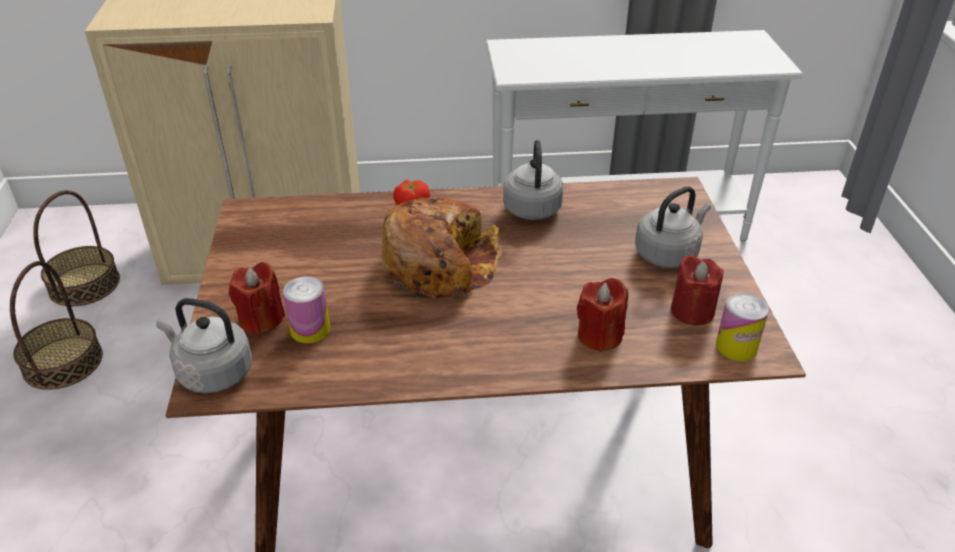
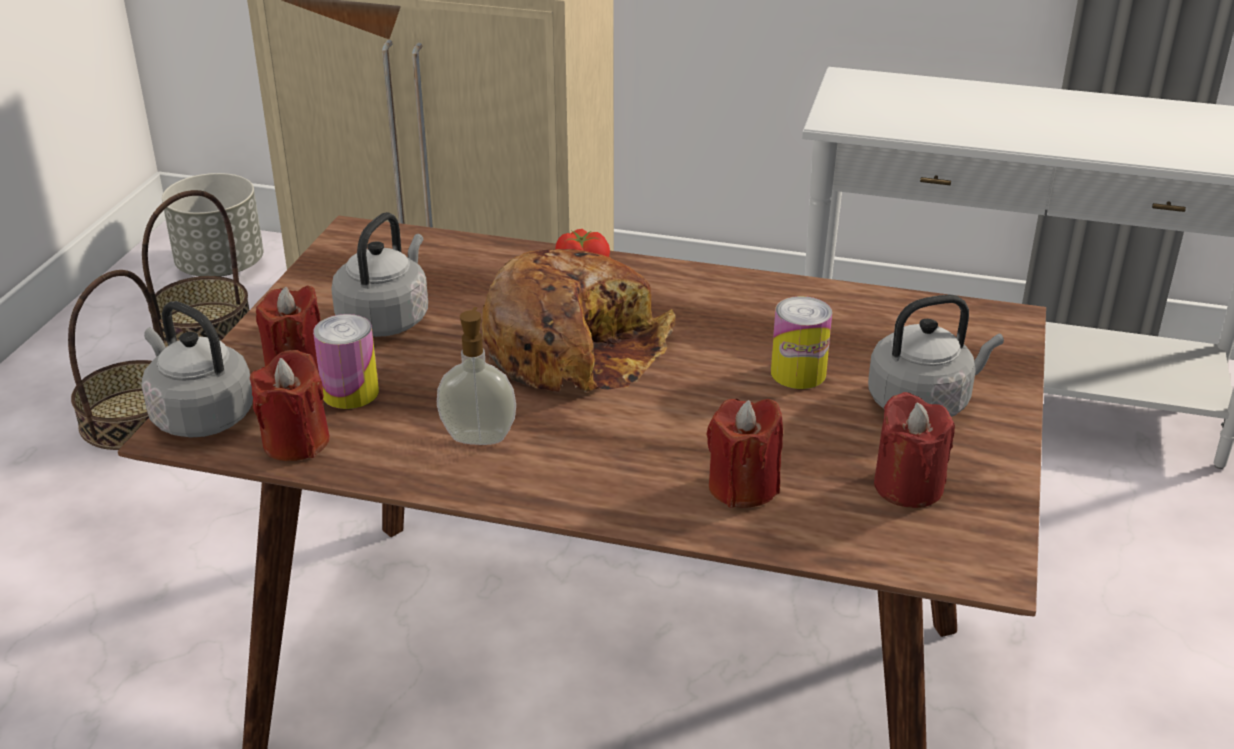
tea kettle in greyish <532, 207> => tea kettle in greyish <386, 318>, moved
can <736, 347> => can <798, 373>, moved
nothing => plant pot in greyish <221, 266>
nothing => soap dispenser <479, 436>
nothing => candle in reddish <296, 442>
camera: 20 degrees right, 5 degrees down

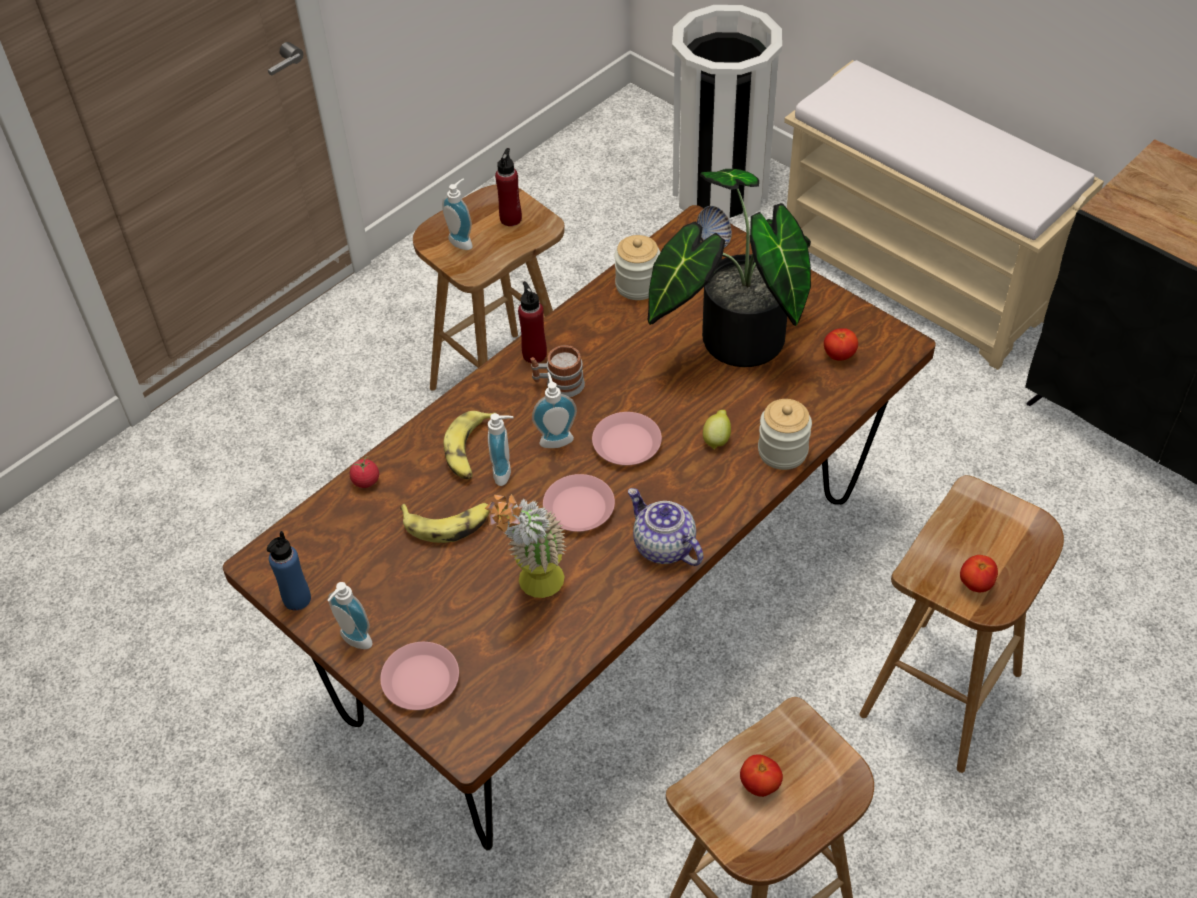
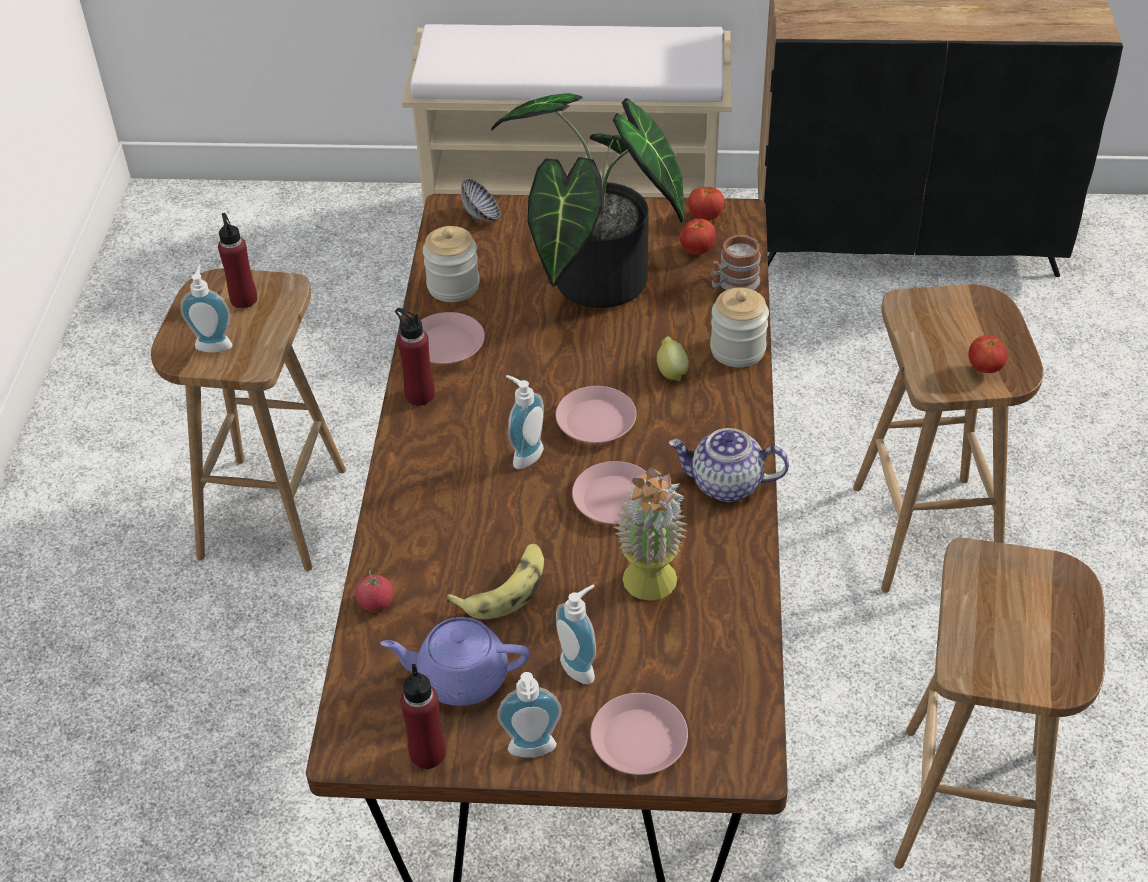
rubbish bin in whitish <720, 190> => nothing
mug <558, 384> => mug <733, 284>, moved
banana <470, 450> => nothing
soap dispenser <506, 472> => soap dispenser <581, 666>, moved
bottle in blue-coloured <297, 599> => bottle in reddish <427, 754>
tomato <760, 784> => tomato <705, 217>, moved
nothing => plate in pink-coloured <446, 344>
nothing => pot for tea in purple <460, 677>
camera: 40 degrees left, 5 degrees down

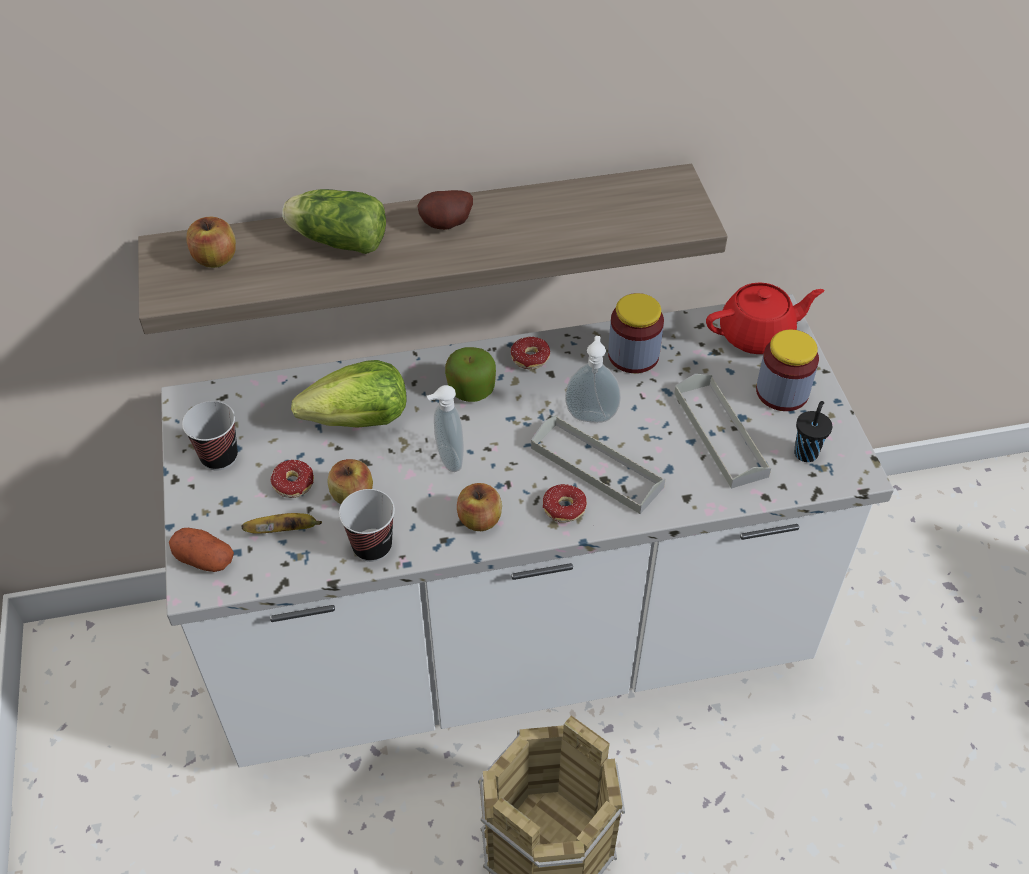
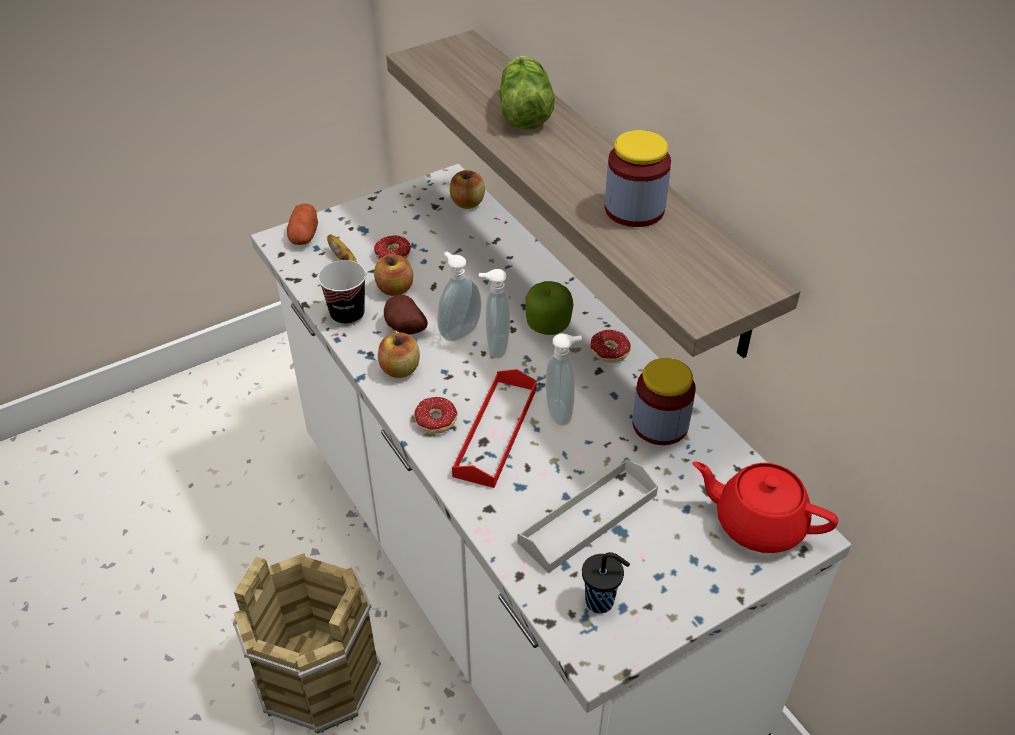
spud <448, 226> => spud <404, 329>, moved
whole apple <215, 259> => whole apple <467, 203>, moved
pot for tea in reddish <757, 335> => pot for tea in reddish <757, 523>, 150 degrees clockwise
jar <782, 392> => jar <634, 209>, moved
lettuce head <360, 420> => nothing
small cup <219, 457> => nothing
serving tray in greyish <596, 467> => serving tray in reddish <496, 431>
nothing => soap dispenser <495, 347>
camera: 70 degrees right, 5 degrees down

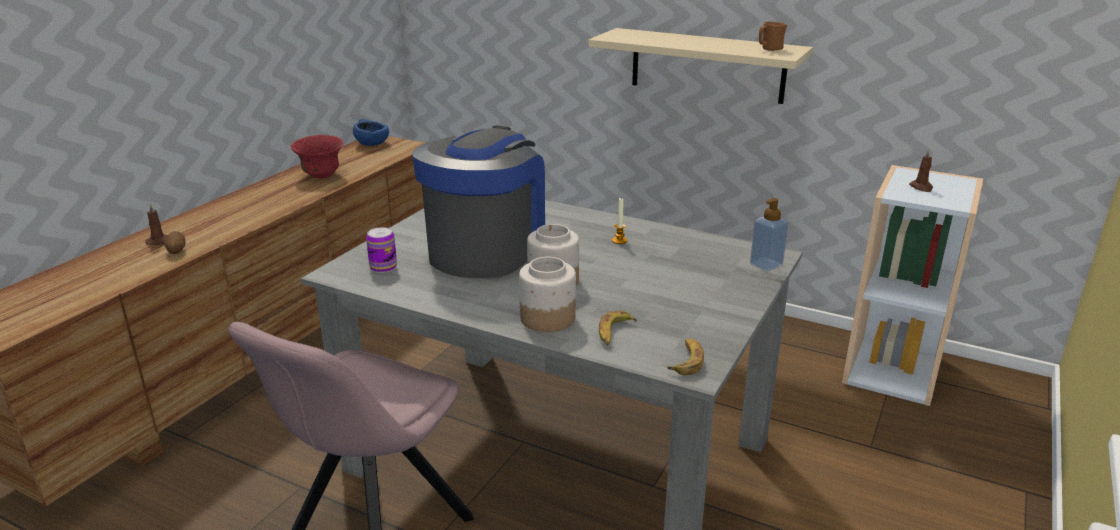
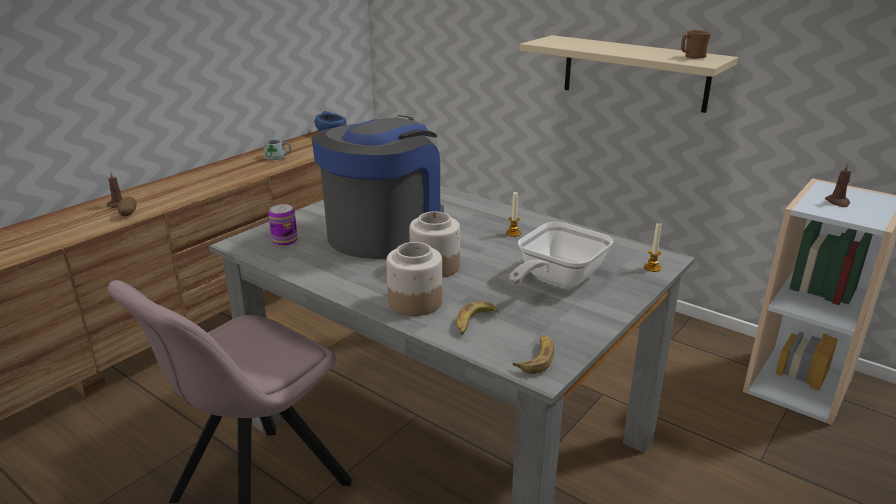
deep dish in reddish <321, 175> => mug in greyish <277, 158>
soap dispenser <766, 265> => candle <652, 268>
nothing => pan <556, 280>
camera: 10 degrees right, 0 degrees up

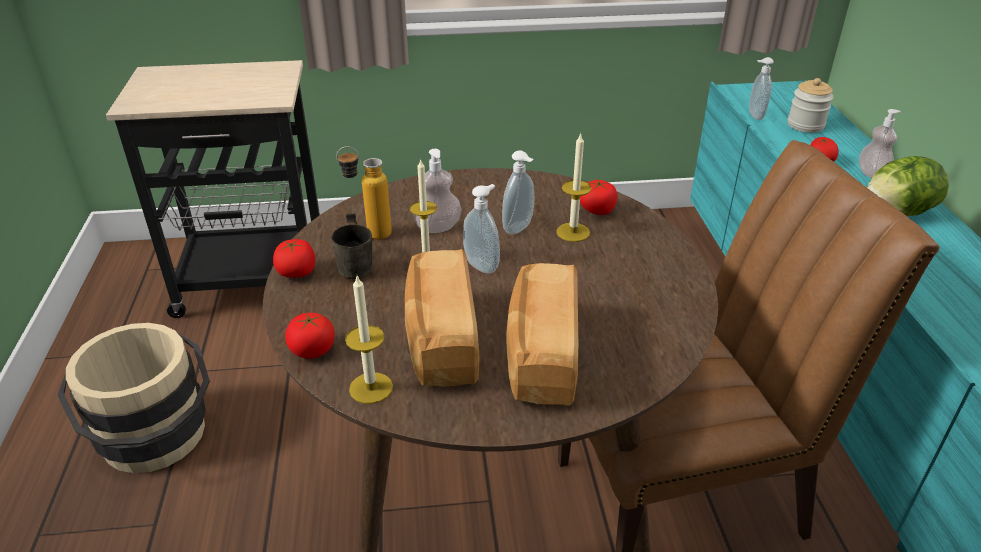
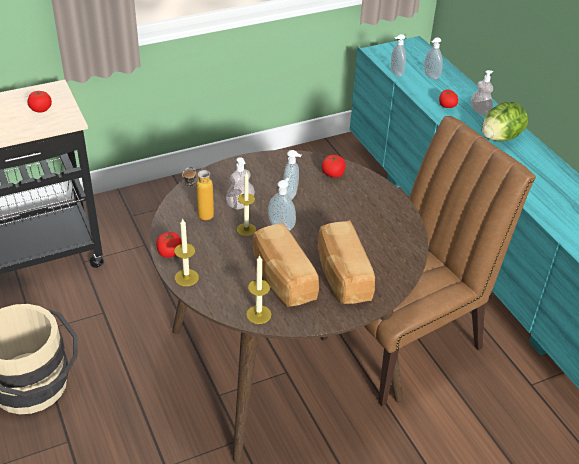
jar <805, 125> => soap dispenser <430, 76>
candle <573, 232> => candle <186, 277>, moved
mug in greyish <359, 266> => nothing
tomato <312, 350> => tomato <41, 109>, moved
camera: 20 degrees left, 5 degrees up

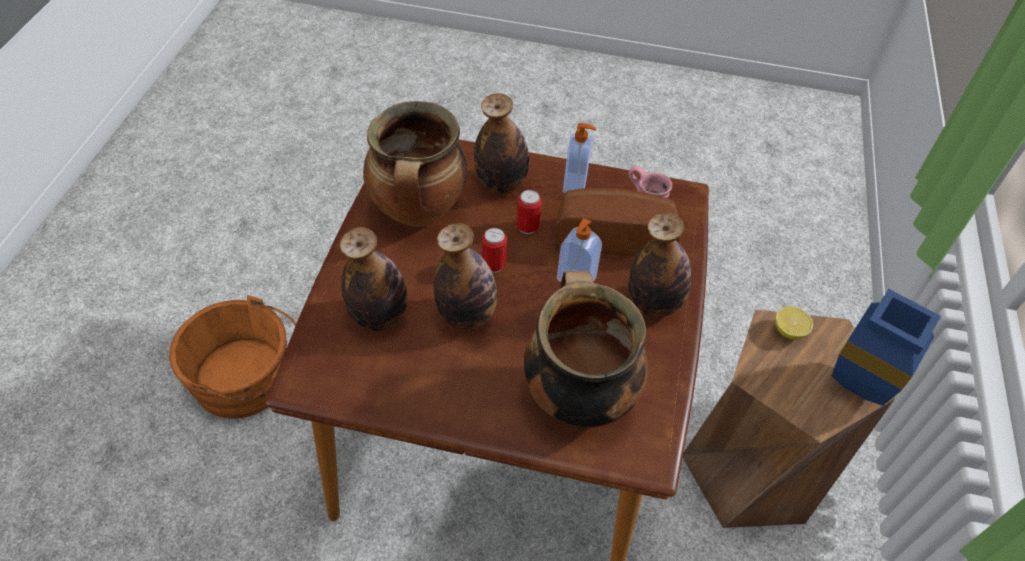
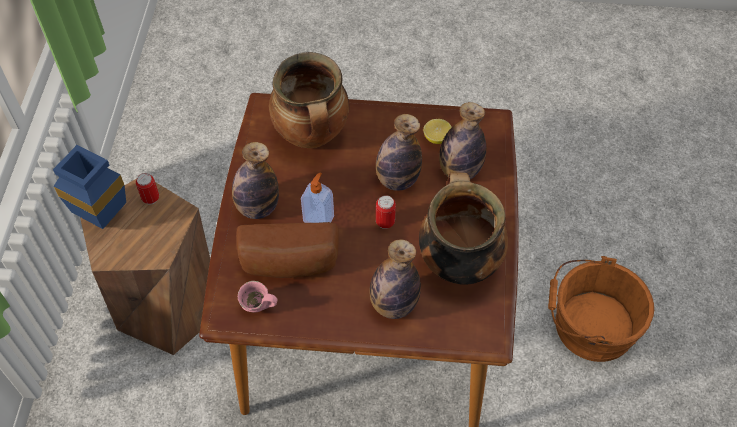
soap dispenser <576, 184> => nothing
can <527, 227> => can <151, 198>, moved
lemon <789, 331> => lemon <437, 138>, moved
camera: 175 degrees right, 5 degrees up

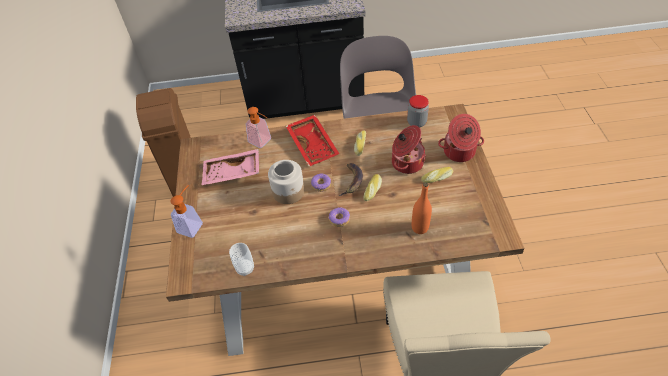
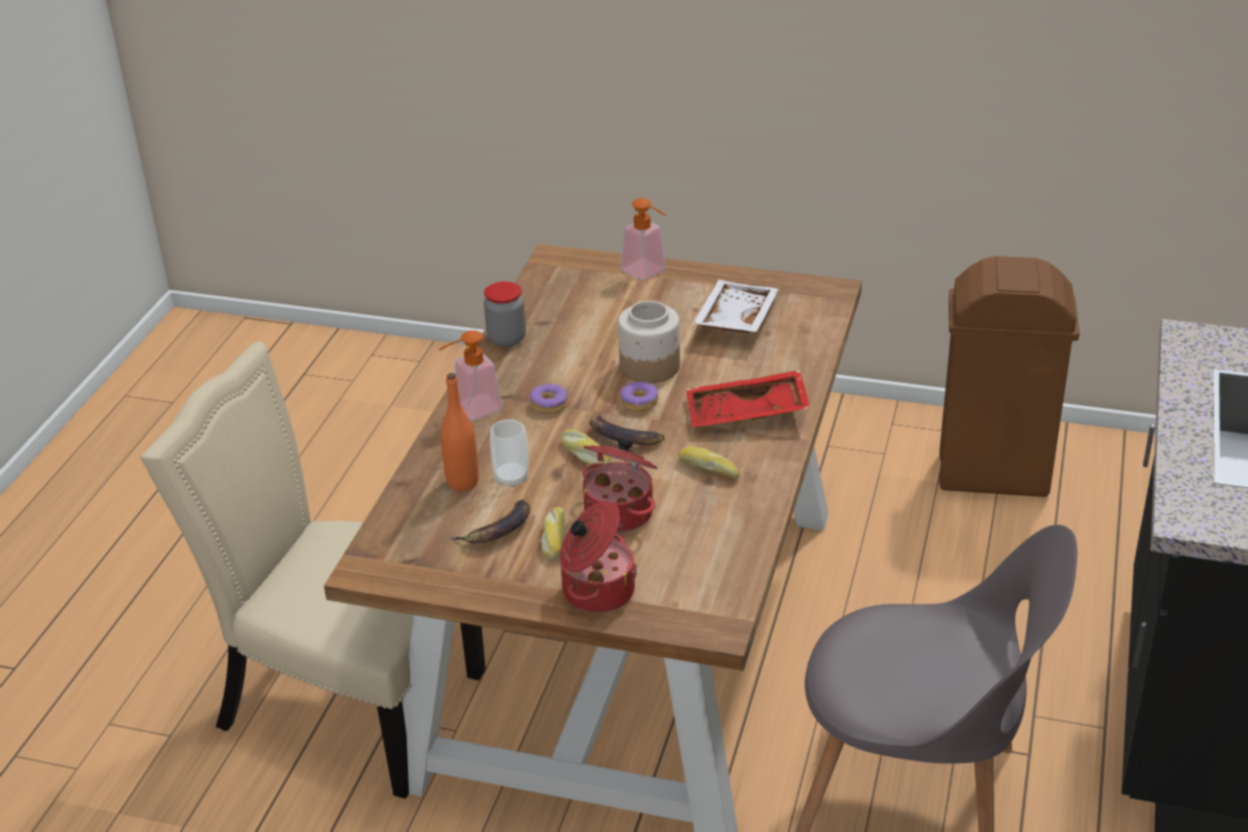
jar <416, 122> => jar <506, 339>, moved
soap dispenser <263, 142> => soap dispenser <471, 411>, moved
serving tray in pink-coloured <232, 173> => serving tray in whitish <734, 319>
small cup <245, 268> => small cup <511, 478>, moved
nothing => banana <498, 530>
camera: 110 degrees right, 15 degrees down

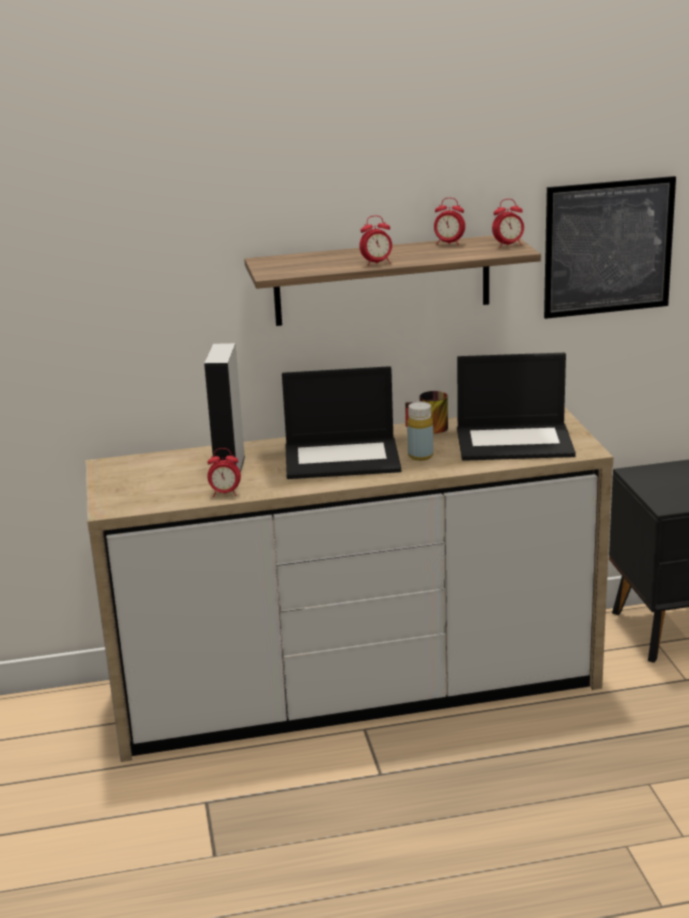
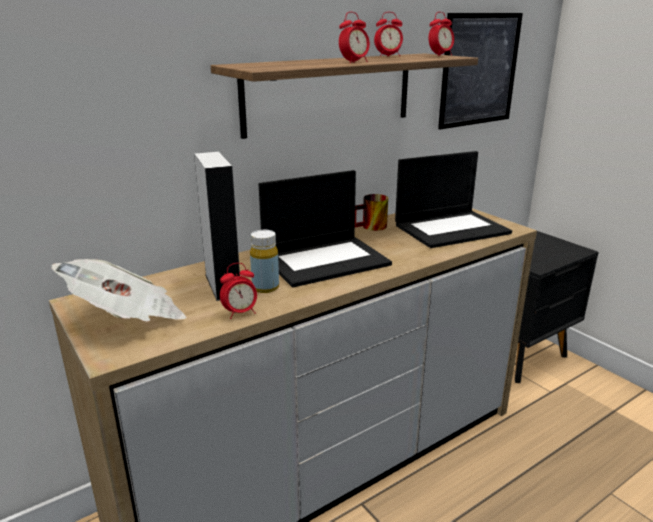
bottle in yellow <420, 456> => bottle in yellow <265, 287>, moved
nothing => daily paper <128, 318>
camera: 25 degrees left, 0 degrees up

